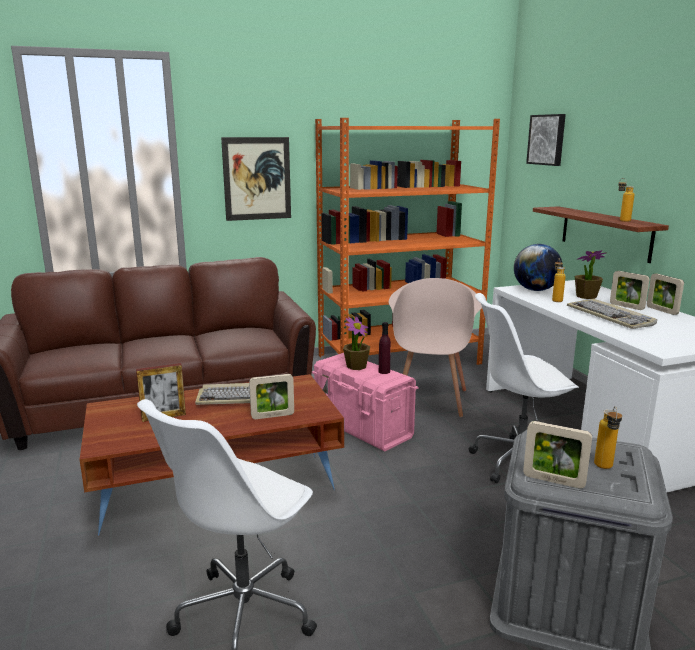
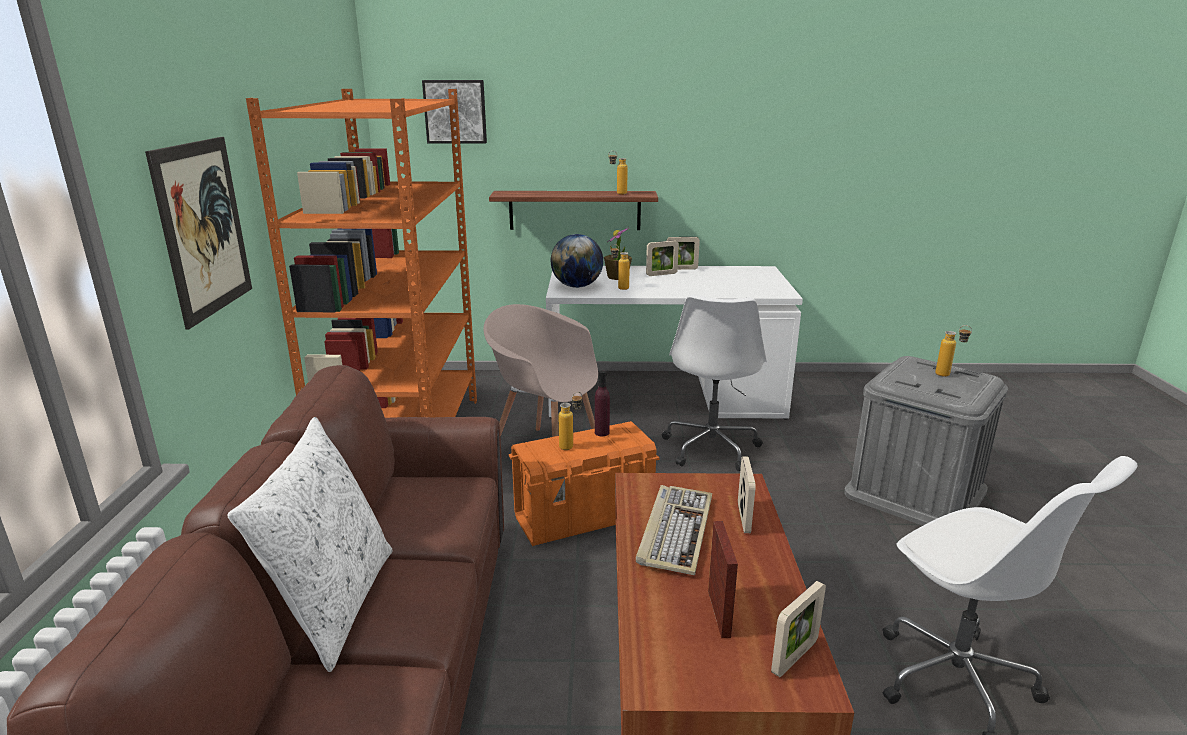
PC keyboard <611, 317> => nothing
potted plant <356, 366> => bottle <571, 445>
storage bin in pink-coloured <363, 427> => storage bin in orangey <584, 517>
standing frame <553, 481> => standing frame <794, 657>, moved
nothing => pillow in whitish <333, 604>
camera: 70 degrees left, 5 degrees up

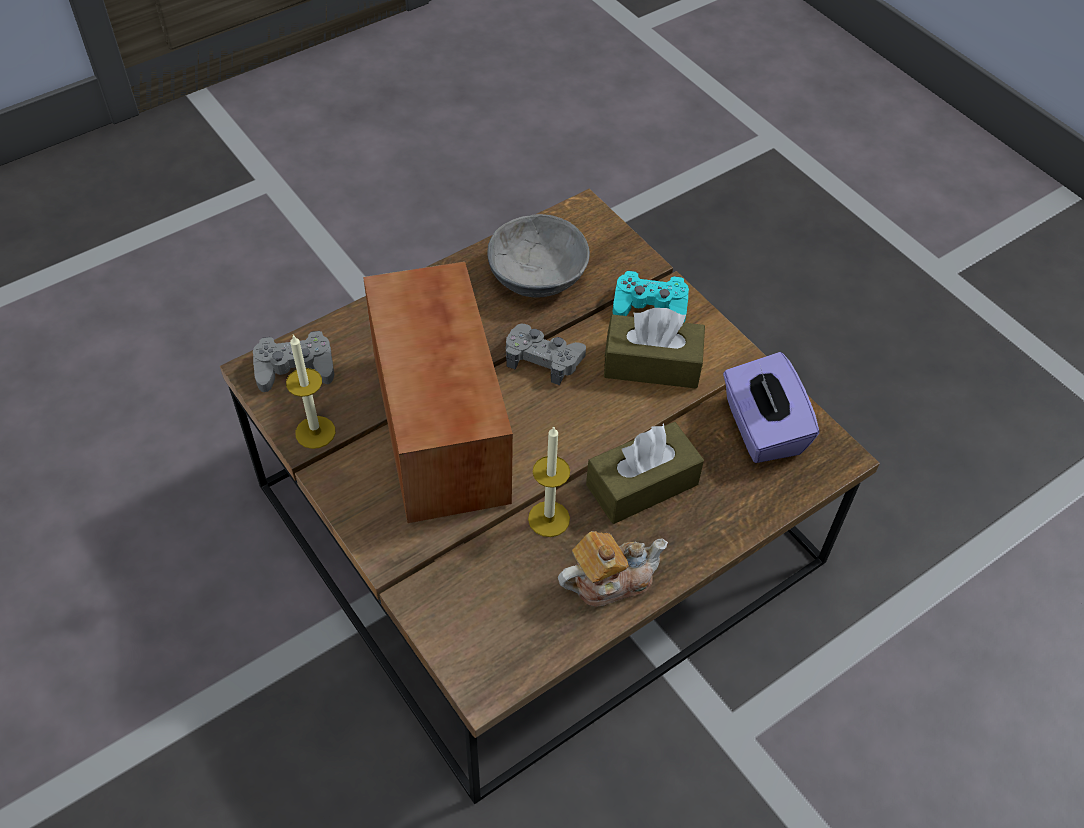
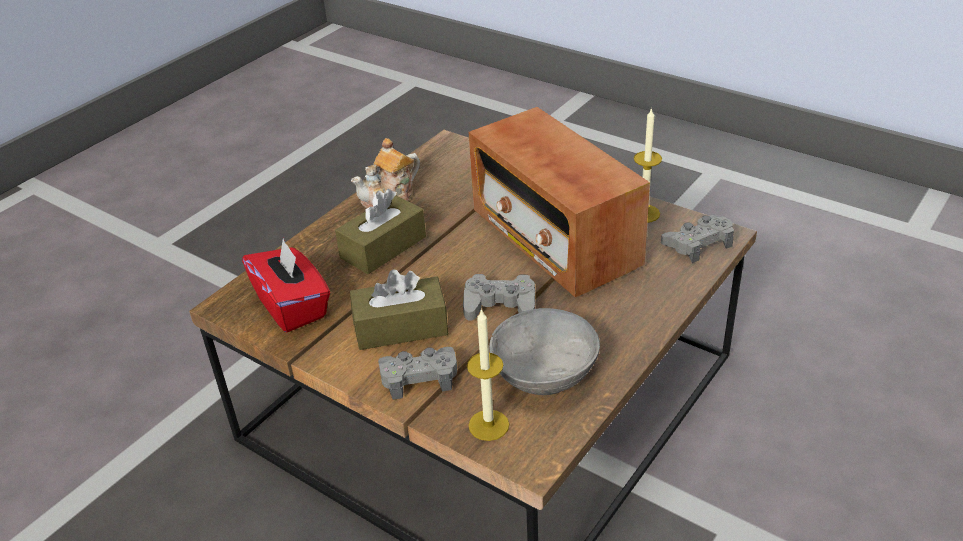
gamepad in blue-green <650, 306> => gamepad in greyish <419, 377>
tissue box in purple <761, 428> => tissue box in reddish <292, 306>
candle <549, 519> => candle <488, 425>, moved
camera: 165 degrees right, 15 degrees down

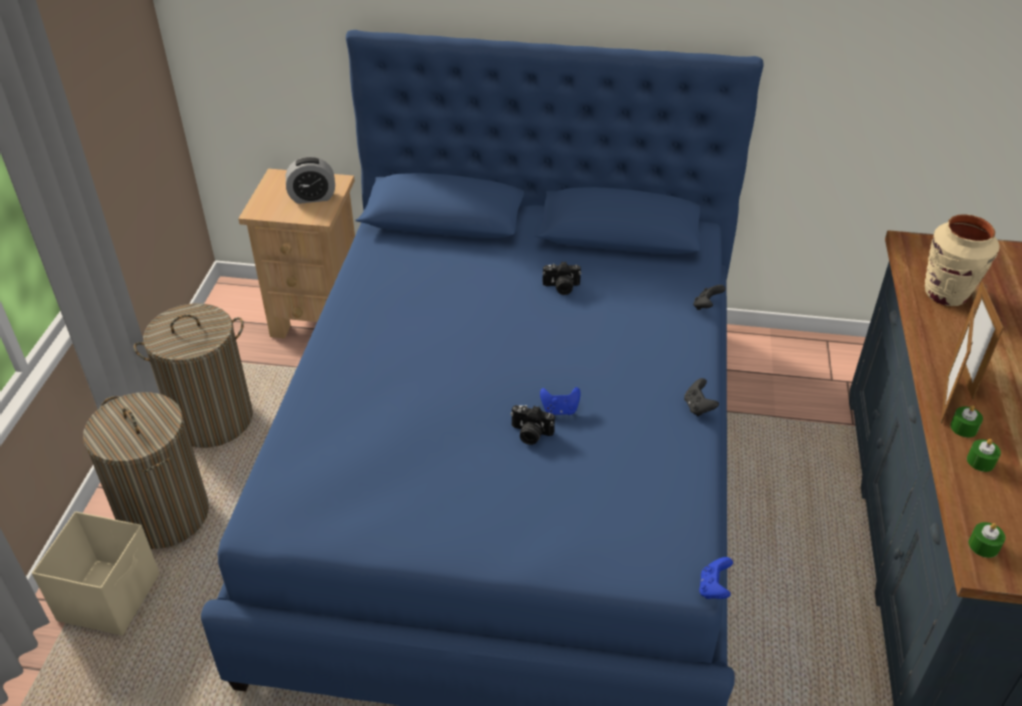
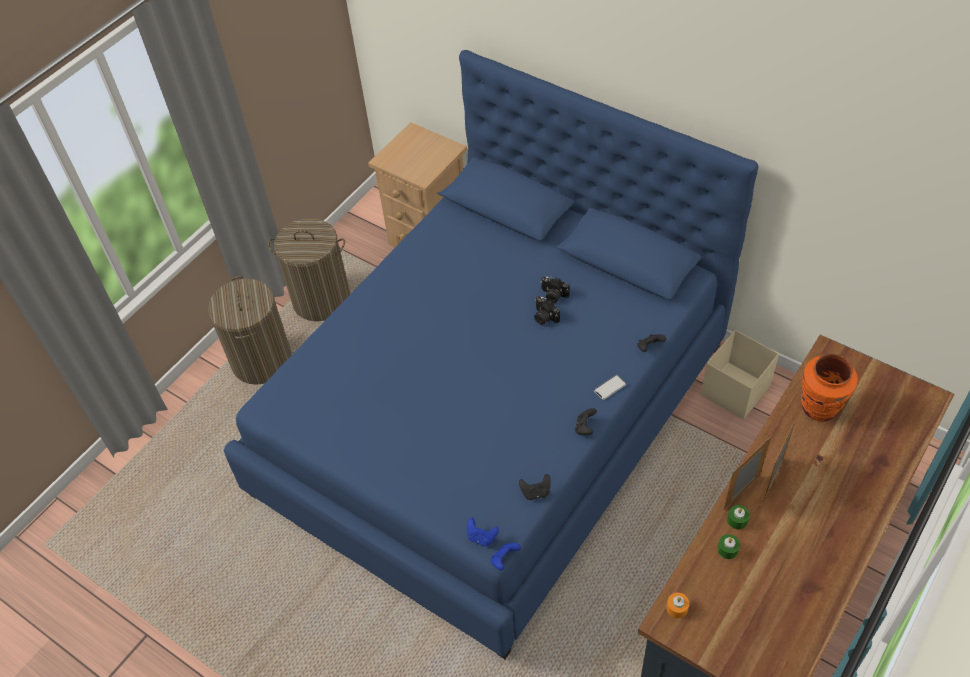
table clock <312, 197> => nothing
decorative vase in beige-coloured <946, 294> => decorative vase in orangey <819, 408>
gamepad in blue-coloured <560, 410> => gamepad in blue-coloured <481, 537>, moved
still camera <530, 434> => still camera <544, 317>, moved
storage bin in beige-coloured <111, 596> => storage bin in beige-coloured <736, 390>, moved
candle in green <983, 545> => candle in orangey <677, 608>
nothing => phone <610, 387>
nothing => gamepad in black <536, 492>
camera: 30 degrees right, 10 degrees up

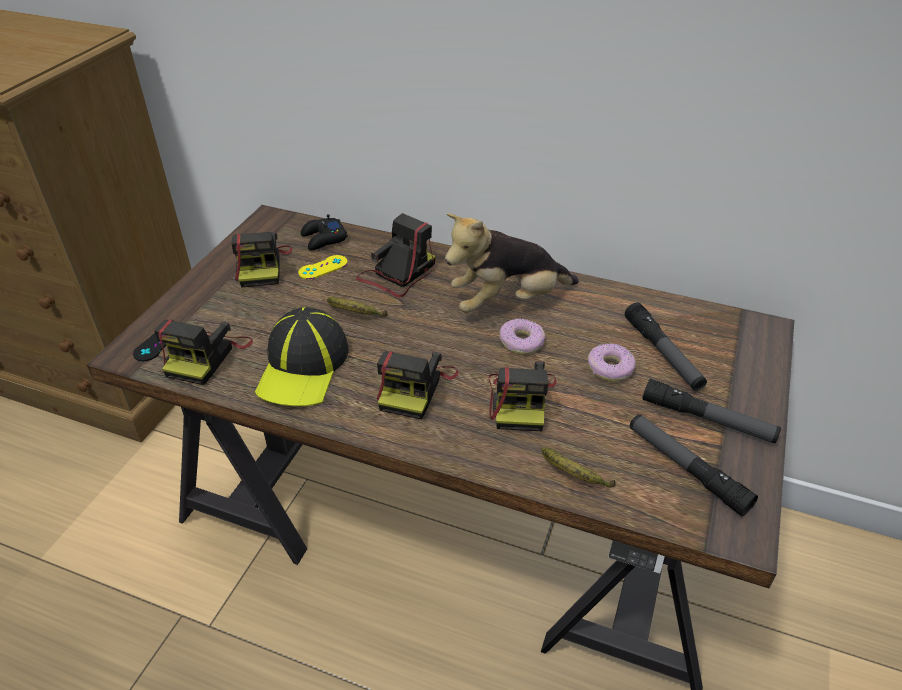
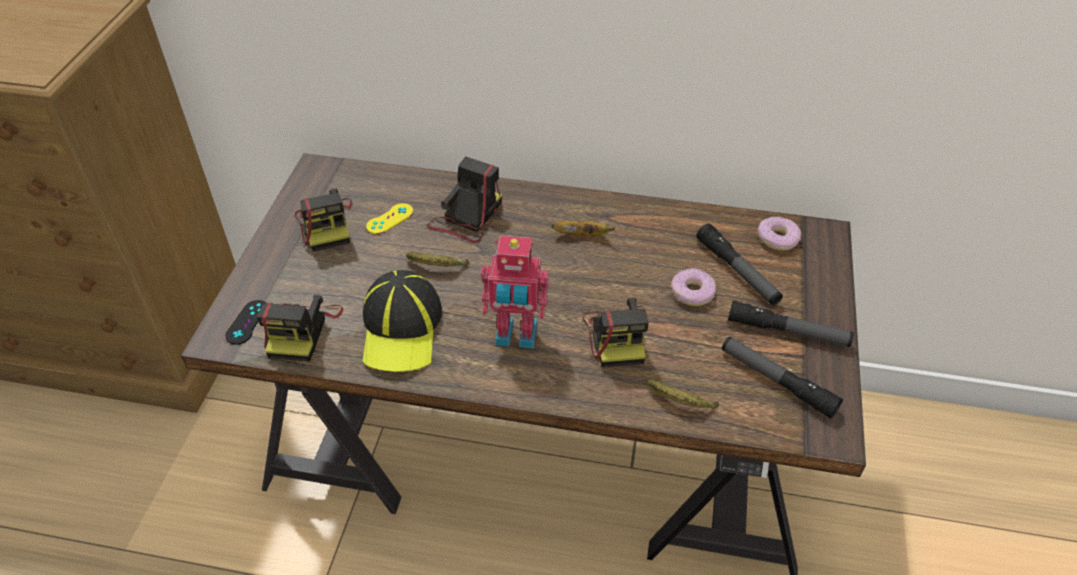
plush toy <507, 302> => banana <582, 235>
gamepad in black <323, 239> => nothing
ring doughnut <521, 342> => ring doughnut <778, 238>, moved
still camera <415, 387> => robot figure <516, 336>
camera: 10 degrees left, 5 degrees up

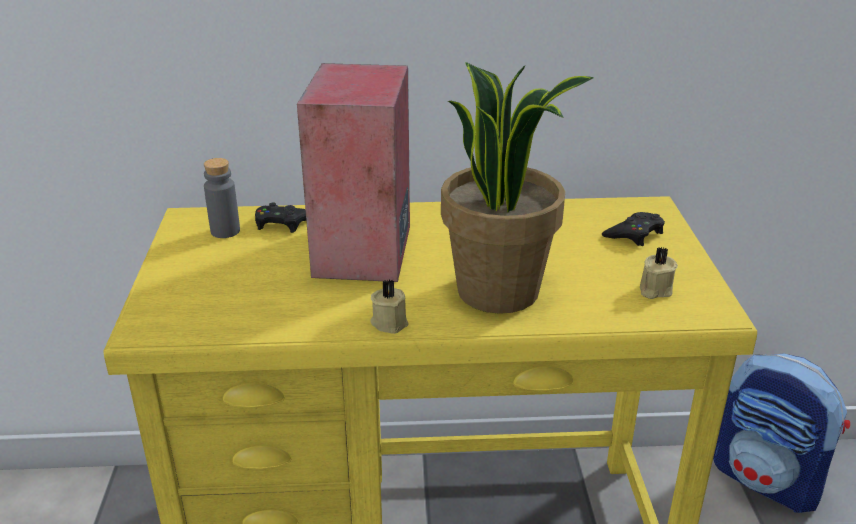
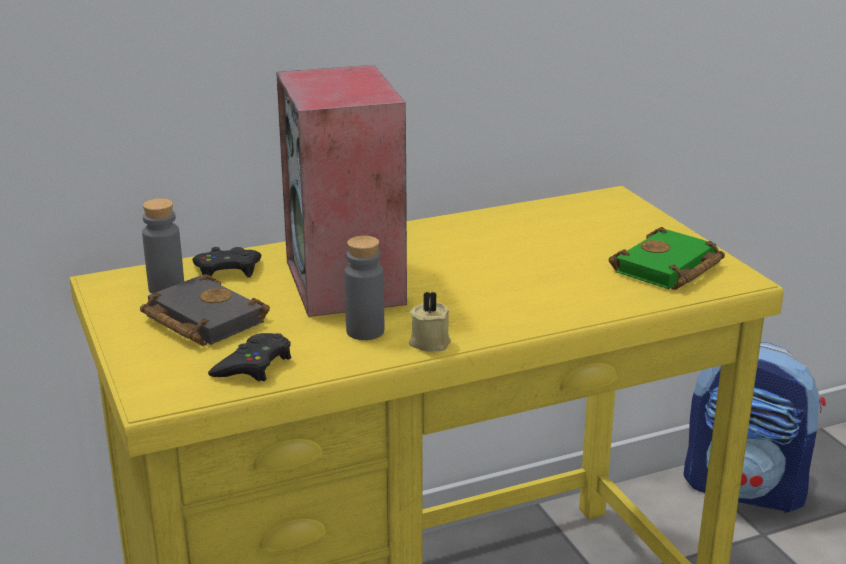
potted plant <499, 290> => nothing
gamepad in black <634, 234> => gamepad in black <253, 365>, moved
candle in beige-coloured <654, 290> => volume in green <668, 269>
nothing => bottle in greyish <365, 331>
nothing => volume in black <200, 319>
camera: 20 degrees left, 5 degrees down

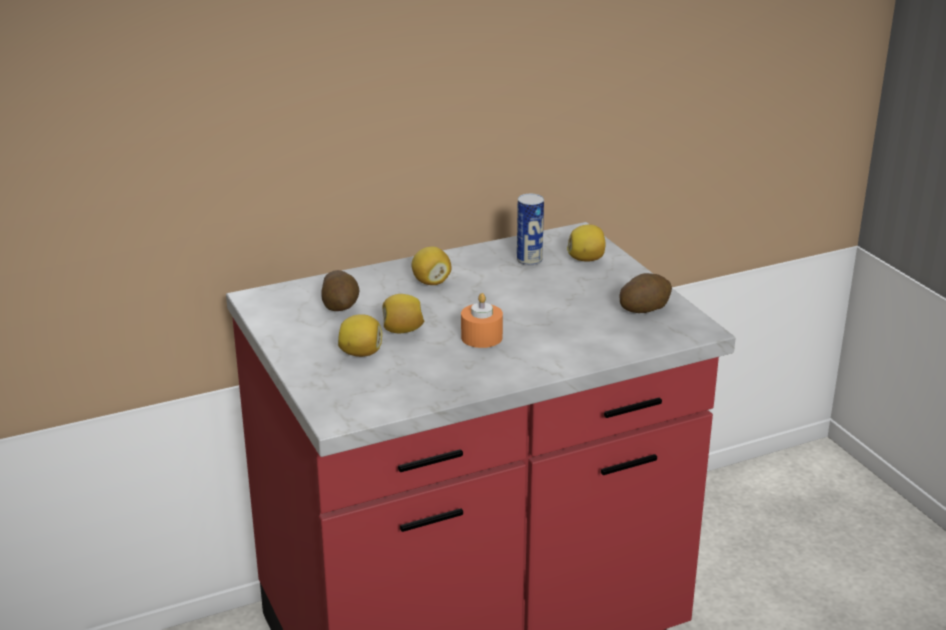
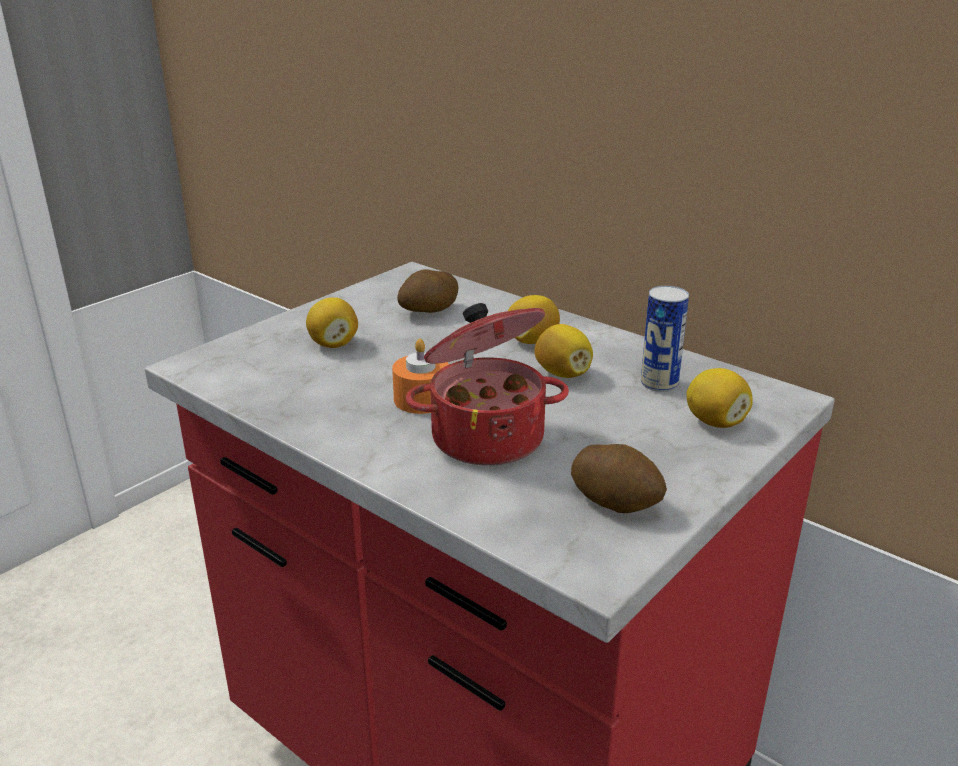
lemon <402, 330> => lemon <562, 374>, moved
nothing => saucepot <487, 436>
camera: 65 degrees right, 0 degrees up

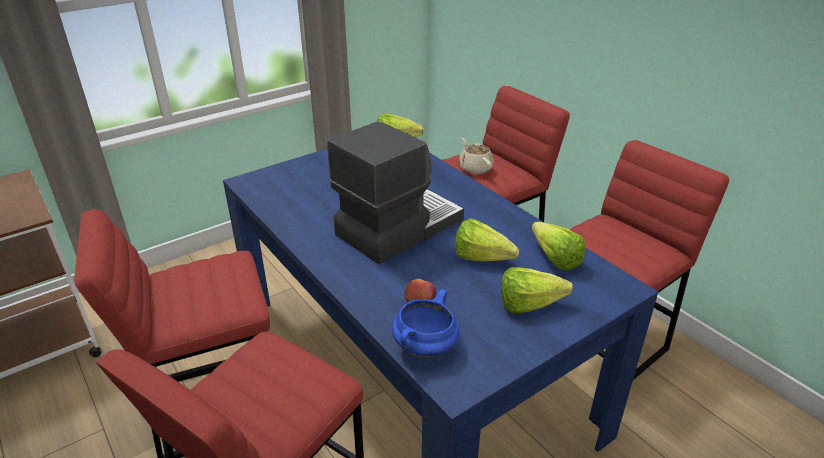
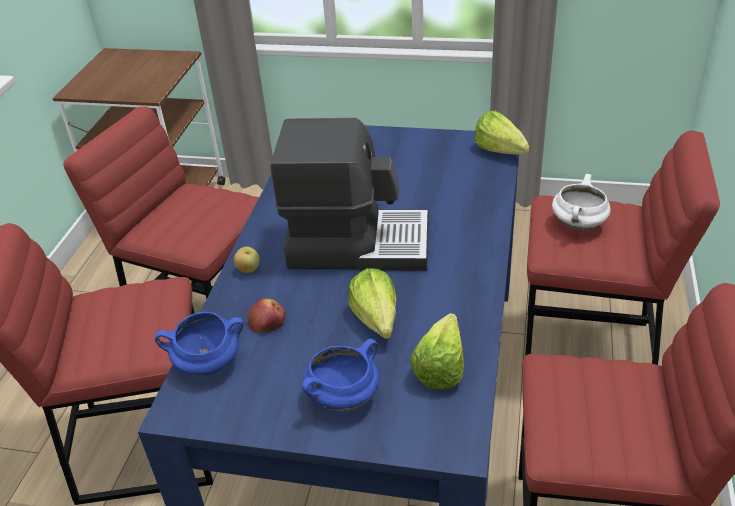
pot for tea in beige-coloured <475, 168> => saucepot in whitish <579, 225>
lettuce head <535, 306> => saucepot in blue-coloured <343, 397>
nothing => whole apple <248, 270>
camera: 50 degrees right, 5 degrees up

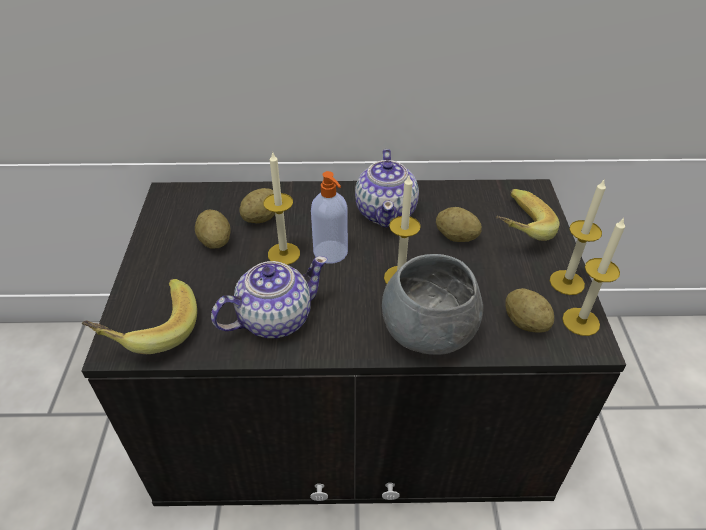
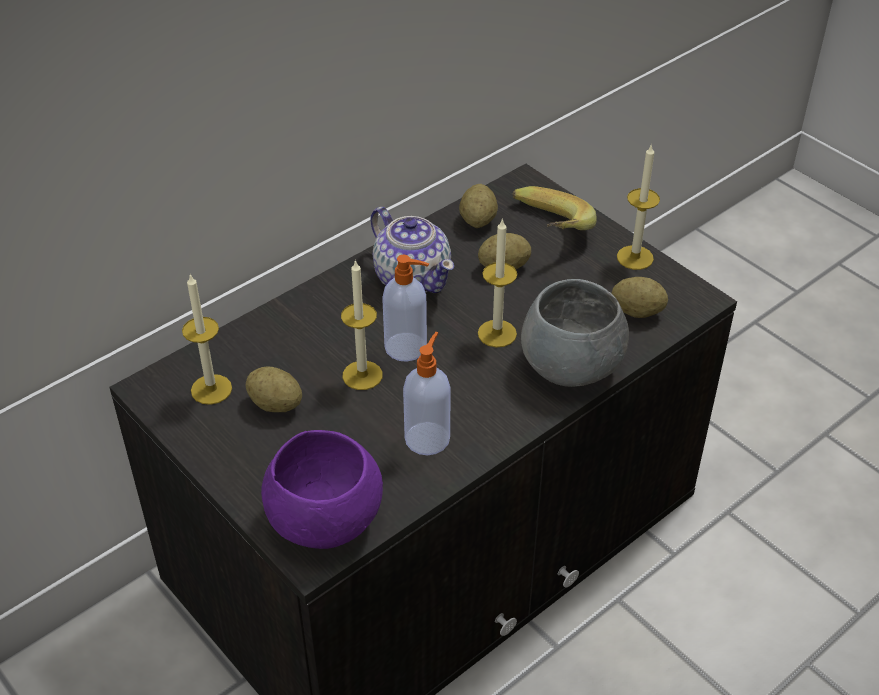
spud <261, 218> => spud <478, 220>, moved
candle <581, 321> => candle <211, 389>, moved
pot for tea <274, 318> => soap dispenser <428, 437>
banana <150, 330> => deep dish in purple <323, 521>
camera: 40 degrees left, 0 degrees up

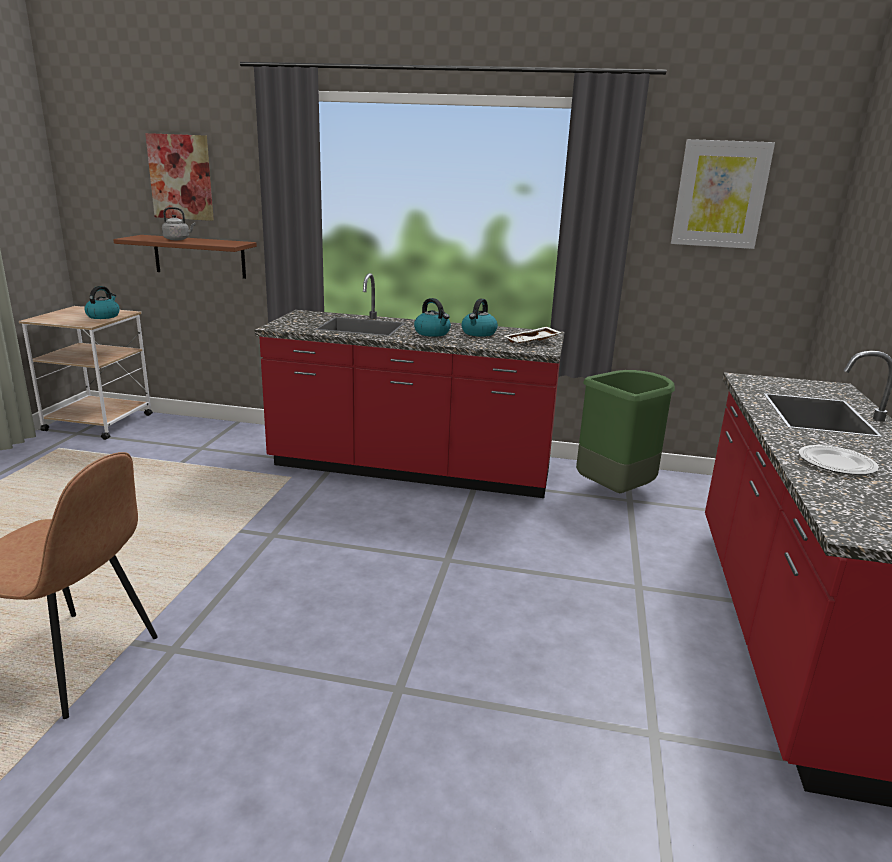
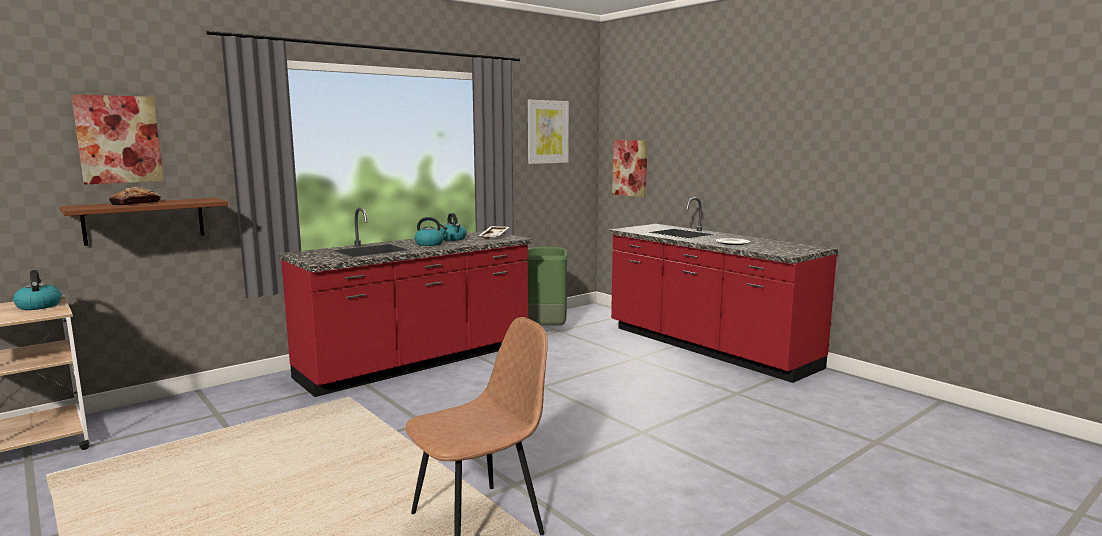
tea kettle in greyish <178, 239> => bakery bread <136, 203>
nothing => wall picture <630, 168>
camera: 50 degrees left, 10 degrees down

